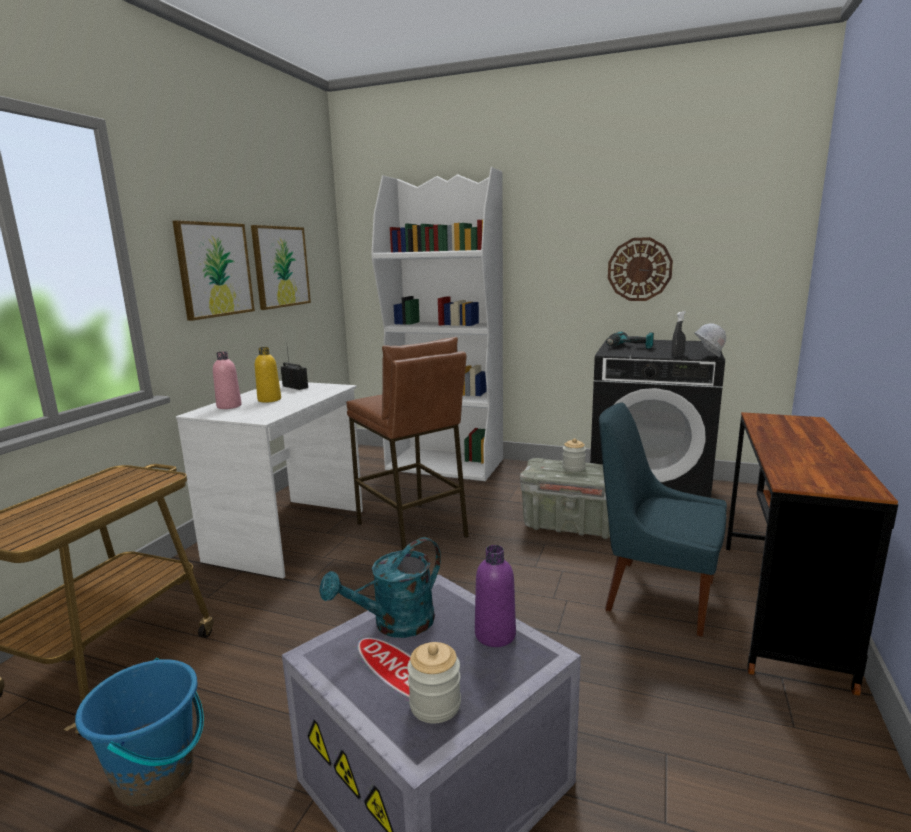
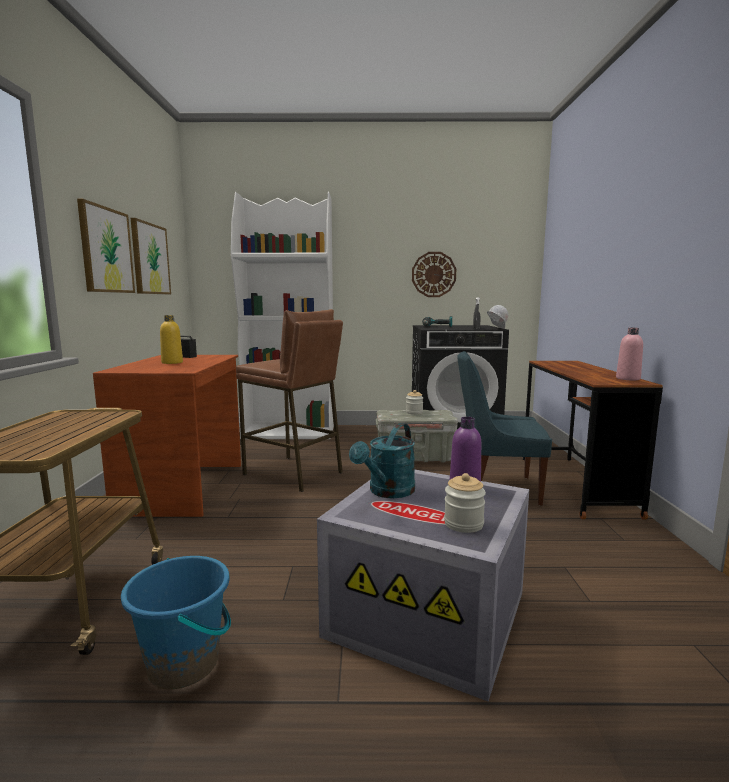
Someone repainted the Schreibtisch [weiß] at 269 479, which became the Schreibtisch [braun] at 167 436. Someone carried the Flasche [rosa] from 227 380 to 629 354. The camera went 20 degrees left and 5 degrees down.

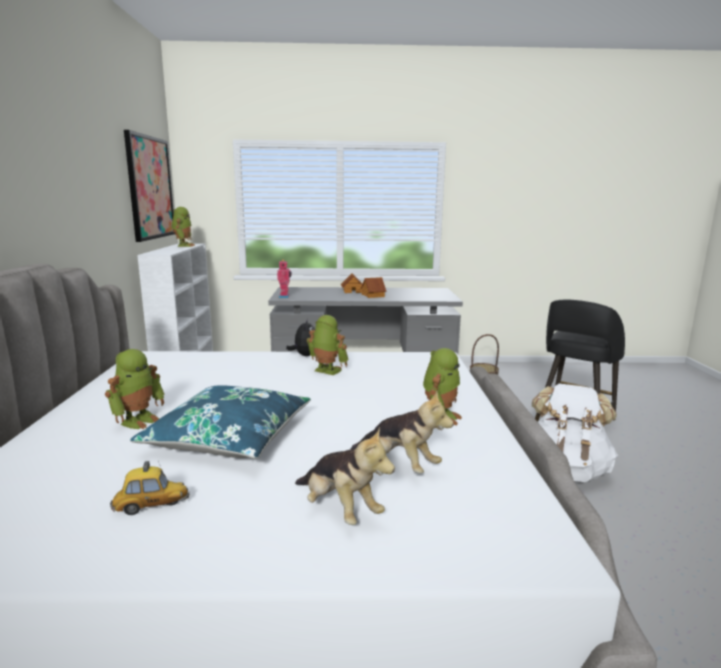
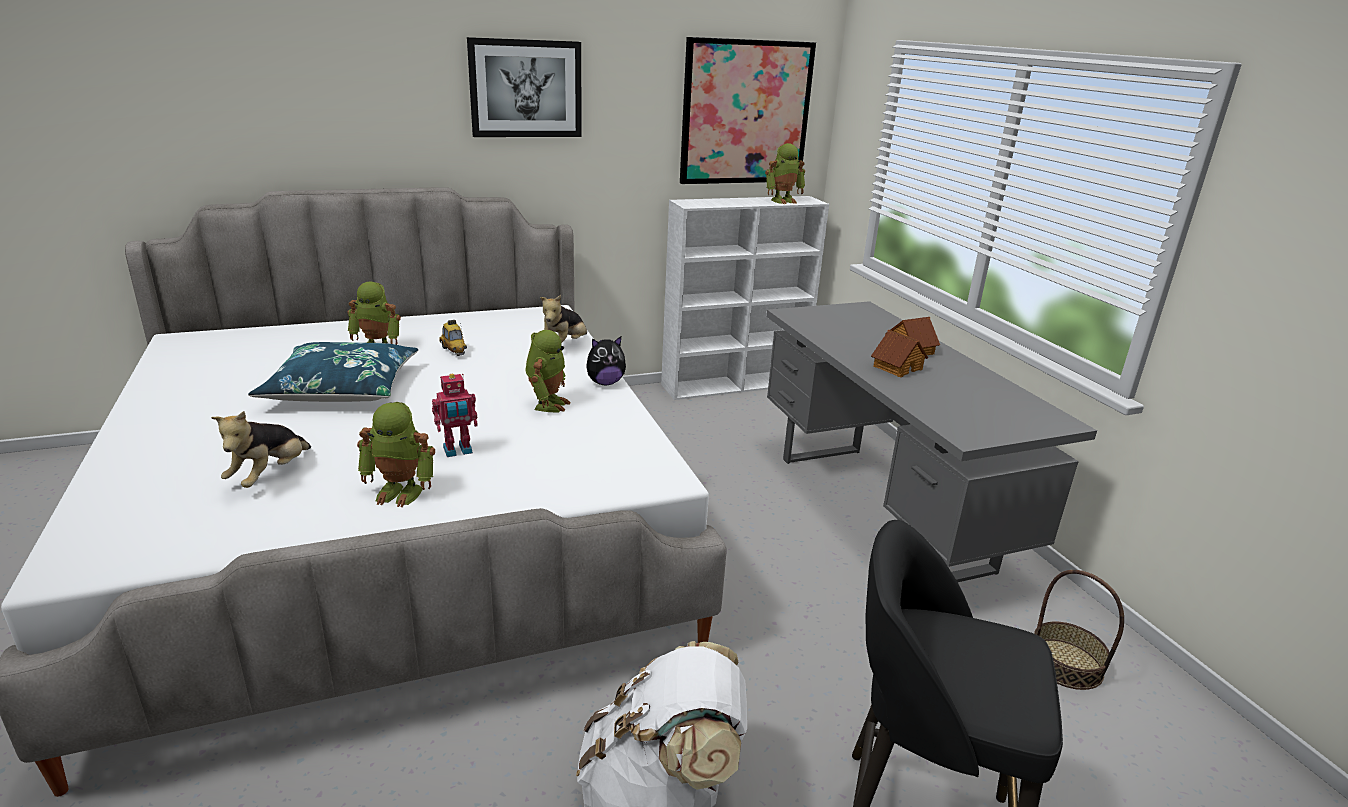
Someone carried the Spielzeugroboter from 284 279 to 455 415. Someone carried the Spielzeugauto from 149 488 to 453 338. Someone put up the Bild at 524 87. Someone carried the Plüschtier from 345 476 to 563 319. The camera went 70 degrees right and 10 degrees up.

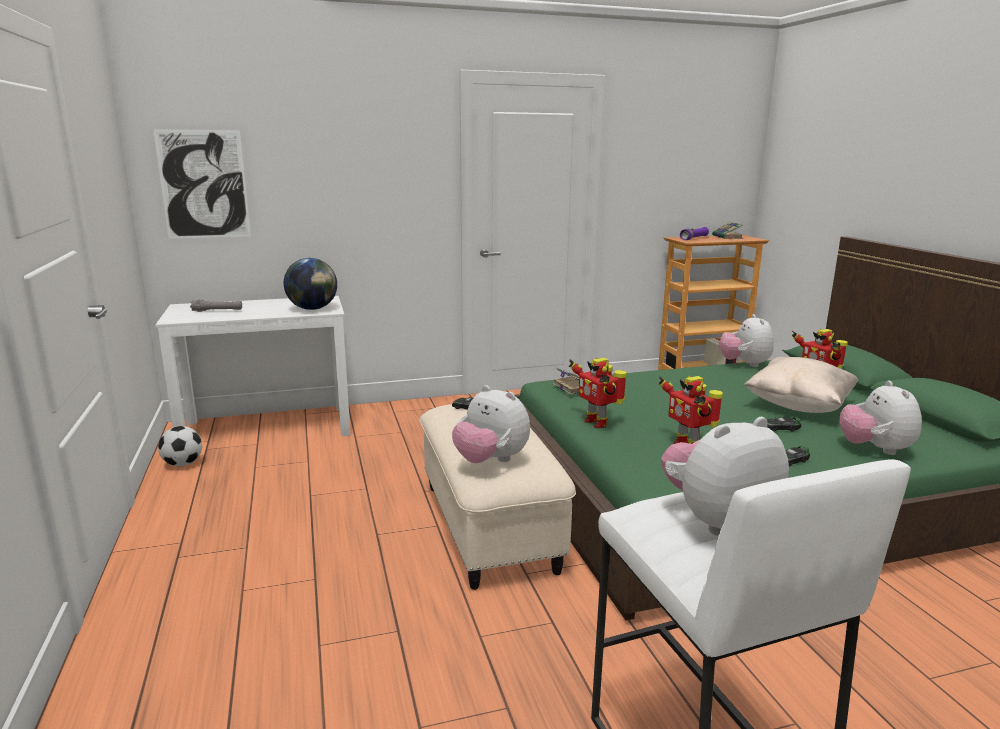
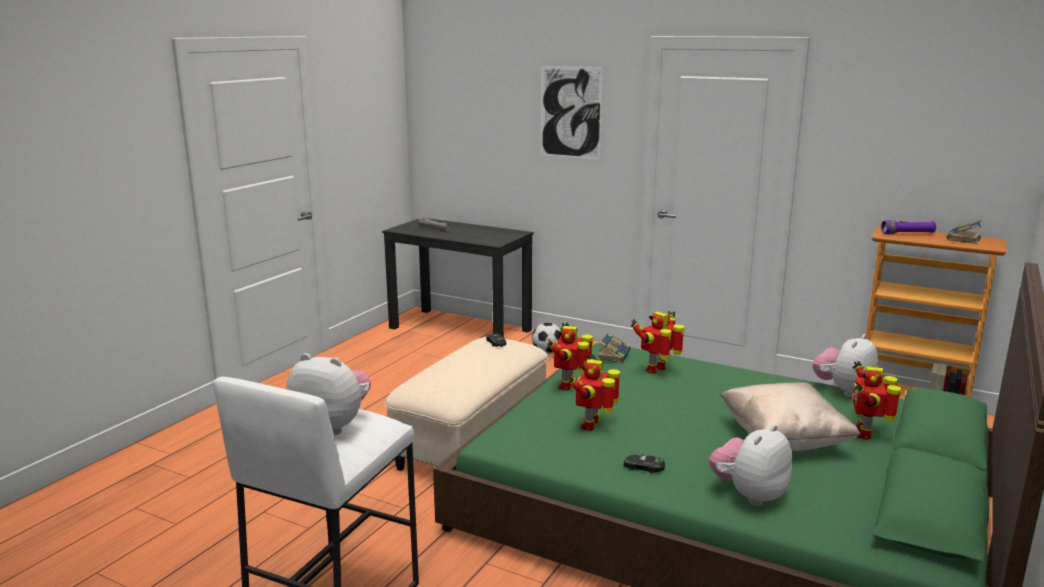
Someone repainted the Schreibtisch [weiß] at 253 366, which became the Schreibtisch [schwarz] at 458 278. Someone carried the Fußball from 180 446 to 546 338. Someone carried the Bild from 202 184 to 572 113. Someone put down the Spielzeugroboter at 657 342. Someone took away the Globus at 310 284. Someone took away the Plüschtier at 491 424. Someone took away the Spielzeugauto at 784 424. The camera went 45 degrees right and 0 degrees up.

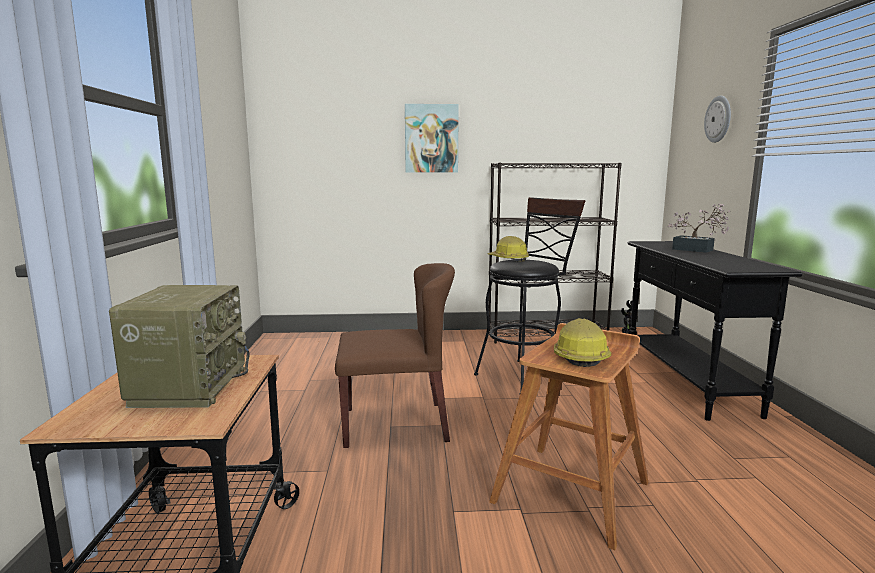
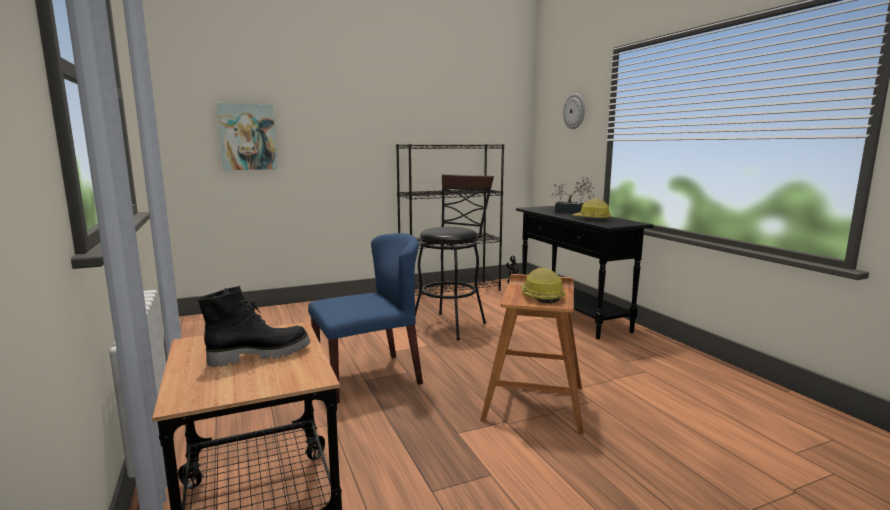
Someone swapped the Radio at 179 346 for the Stiefel [schwarz] at 254 326. Someone carried the Bild from 432 138 to 247 136. Someone repainted the Stuhl [braun] at 395 355, which became the Stuhl [blau] at 365 318. Someone carried the Schutzhelm from 508 249 to 592 210. The camera went 20 degrees left and 0 degrees up.

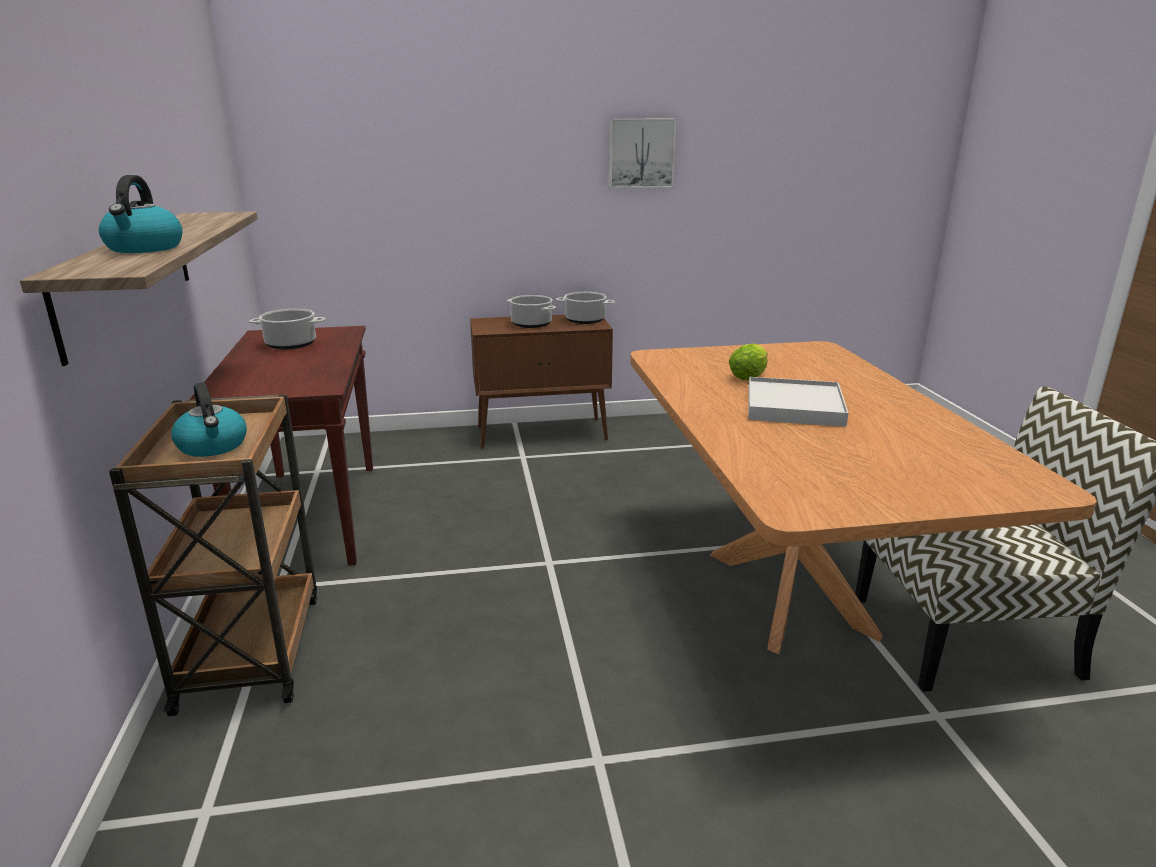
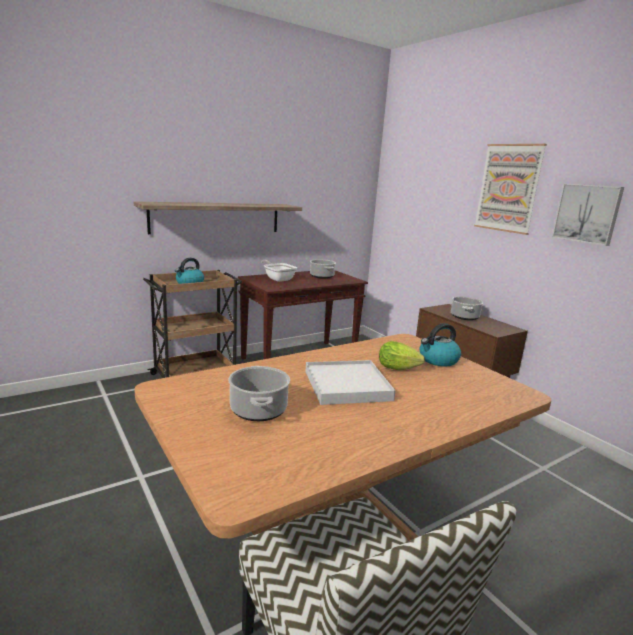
Someone carried the Kochtopf from 585 308 to 259 393. Someone put down the Pfanne at 279 271. Someone carried the Wasserkessel from 141 214 to 440 344. Someone put up the Bild at 510 189. The camera went 65 degrees right and 5 degrees down.

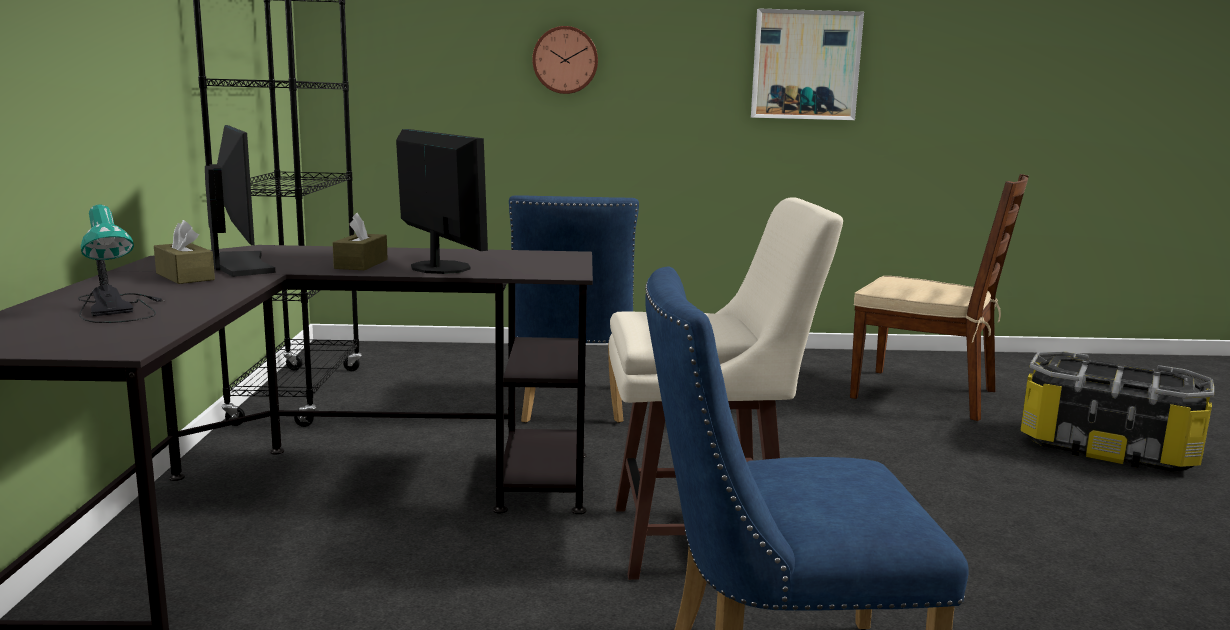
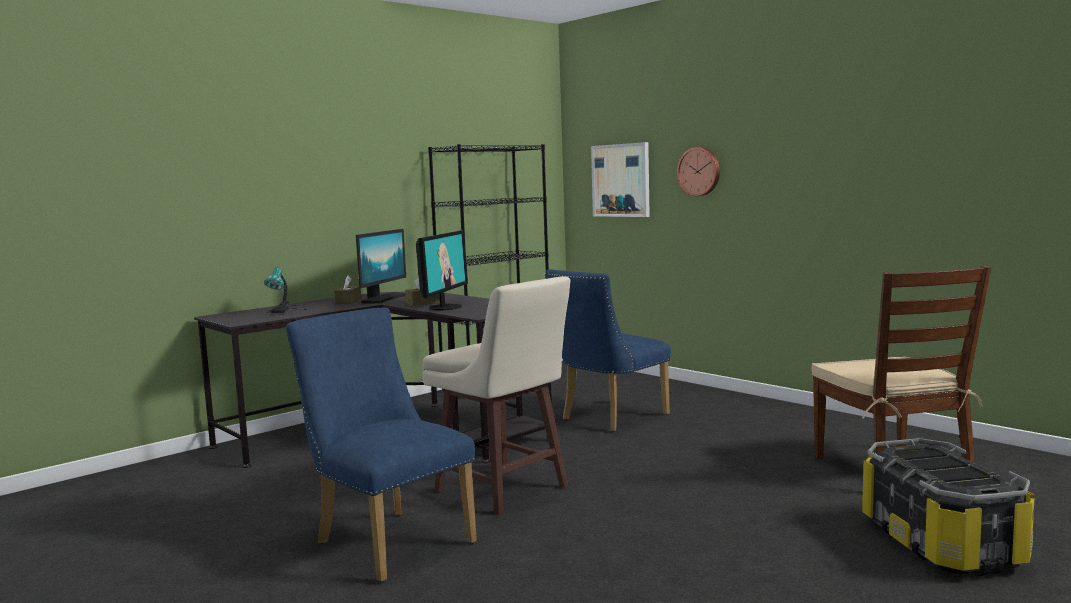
Someone carried the Bild from 807 64 to 620 179. The camera went 50 degrees right and 5 degrees down.

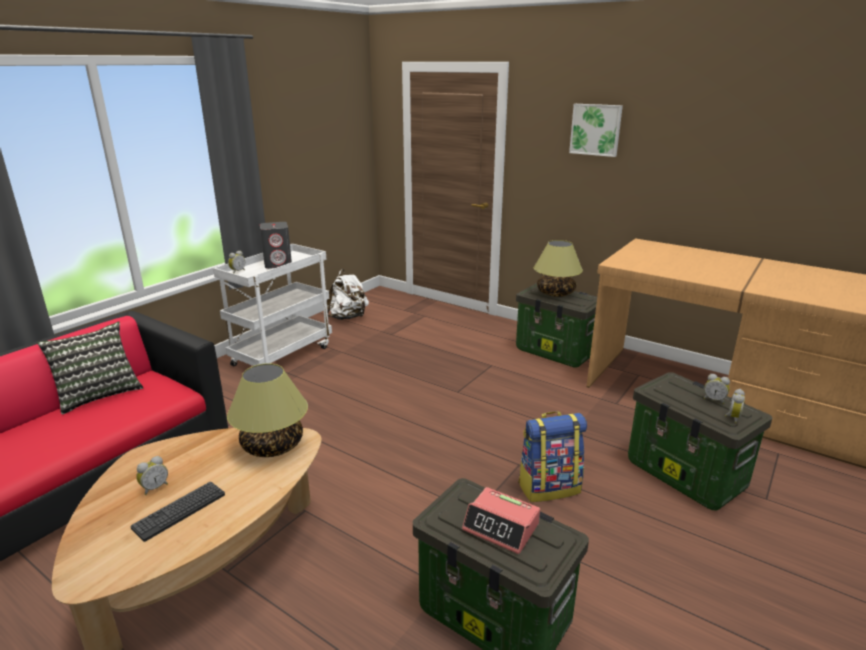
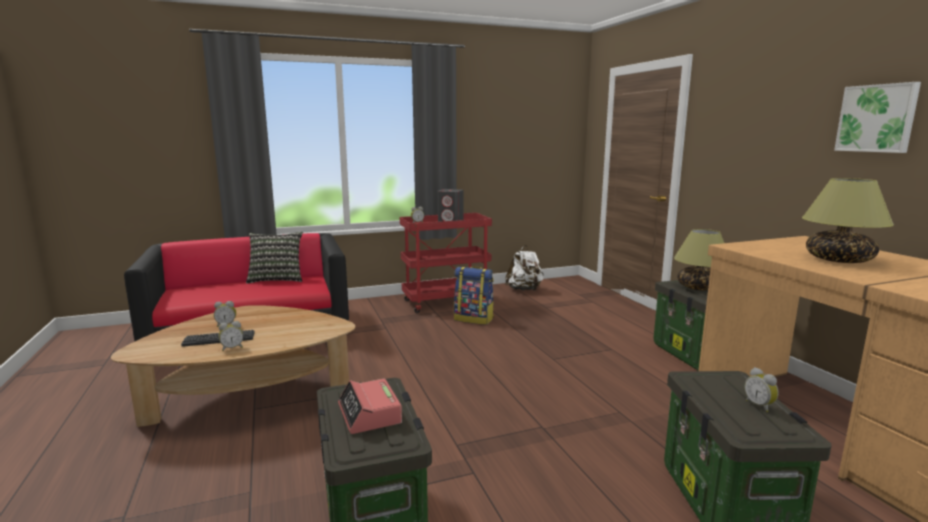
Someone carried the Wecker from 735 406 to 231 336. Someone repainted the Rollwagen [weiß] at 272 305, which became the Rollwagen [rot] at 446 263. Someone carried the Rucksack from 552 456 to 474 295. Someone carried the Tischlampe from 267 410 to 848 220. Someone carried the Bild from 596 130 to 877 117. The camera went 35 degrees right and 10 degrees down.

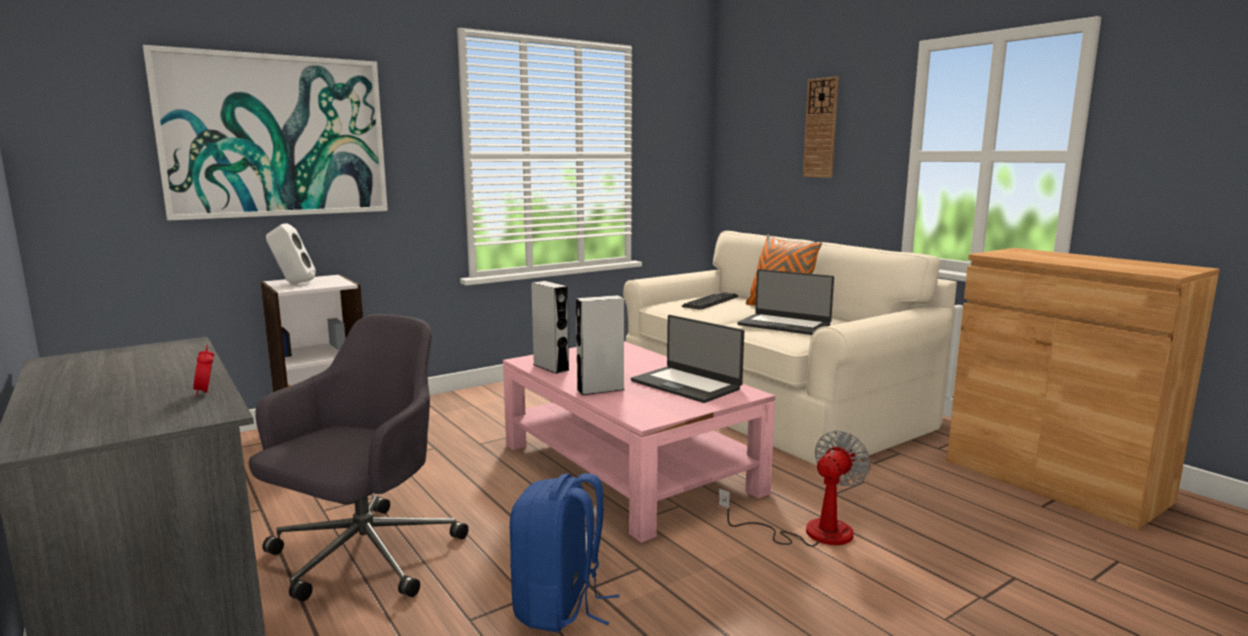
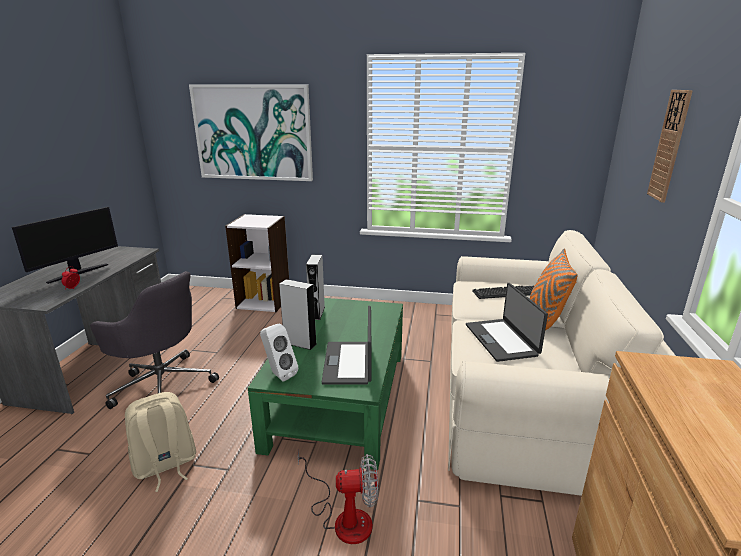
Someone put down the Monitor at 65 245. Someone rotated the Bürostuhl [grau] at 358 457 by 45 degrees clockwise. Someone repainted the Rucksack [blau] at 564 552, which became the Rucksack [beige] at 160 442. Someone repainted the Couchtisch [rosa] at 639 442, which became the Couchtisch [grün] at 325 384. Someone carried the Lautsprecher [weiß] from 291 253 to 279 353. The camera went 45 degrees right and 10 degrees up.

